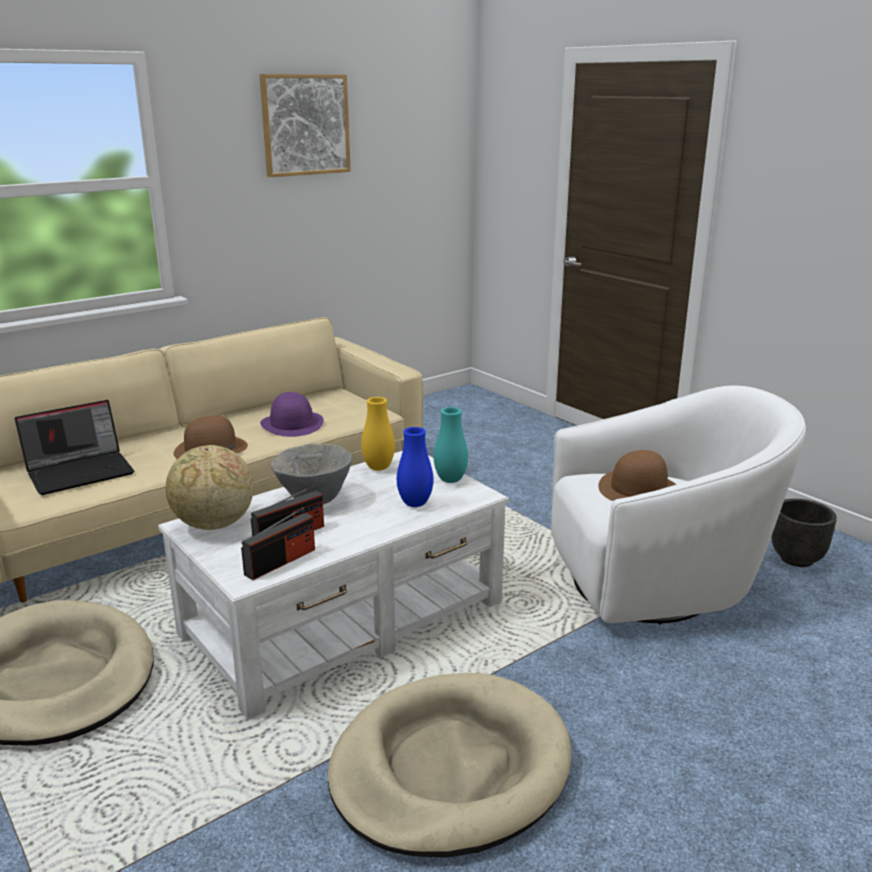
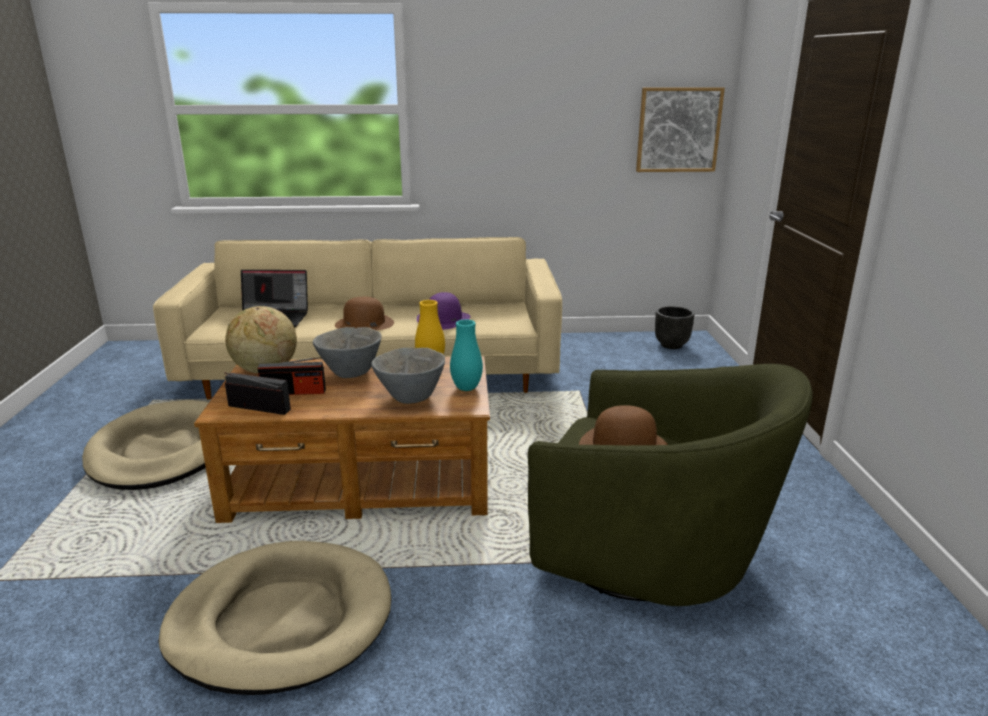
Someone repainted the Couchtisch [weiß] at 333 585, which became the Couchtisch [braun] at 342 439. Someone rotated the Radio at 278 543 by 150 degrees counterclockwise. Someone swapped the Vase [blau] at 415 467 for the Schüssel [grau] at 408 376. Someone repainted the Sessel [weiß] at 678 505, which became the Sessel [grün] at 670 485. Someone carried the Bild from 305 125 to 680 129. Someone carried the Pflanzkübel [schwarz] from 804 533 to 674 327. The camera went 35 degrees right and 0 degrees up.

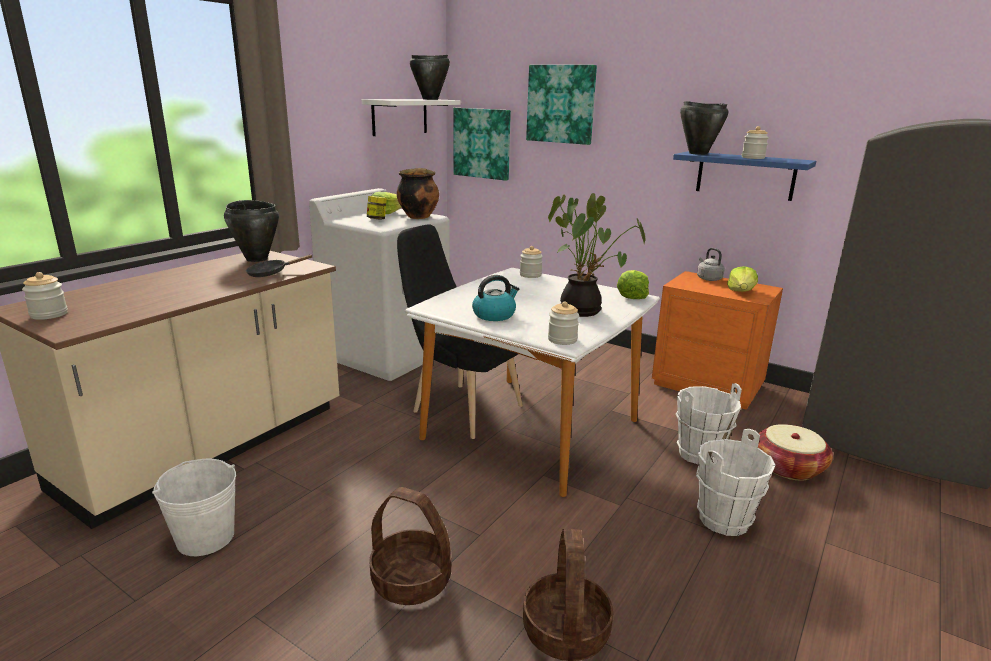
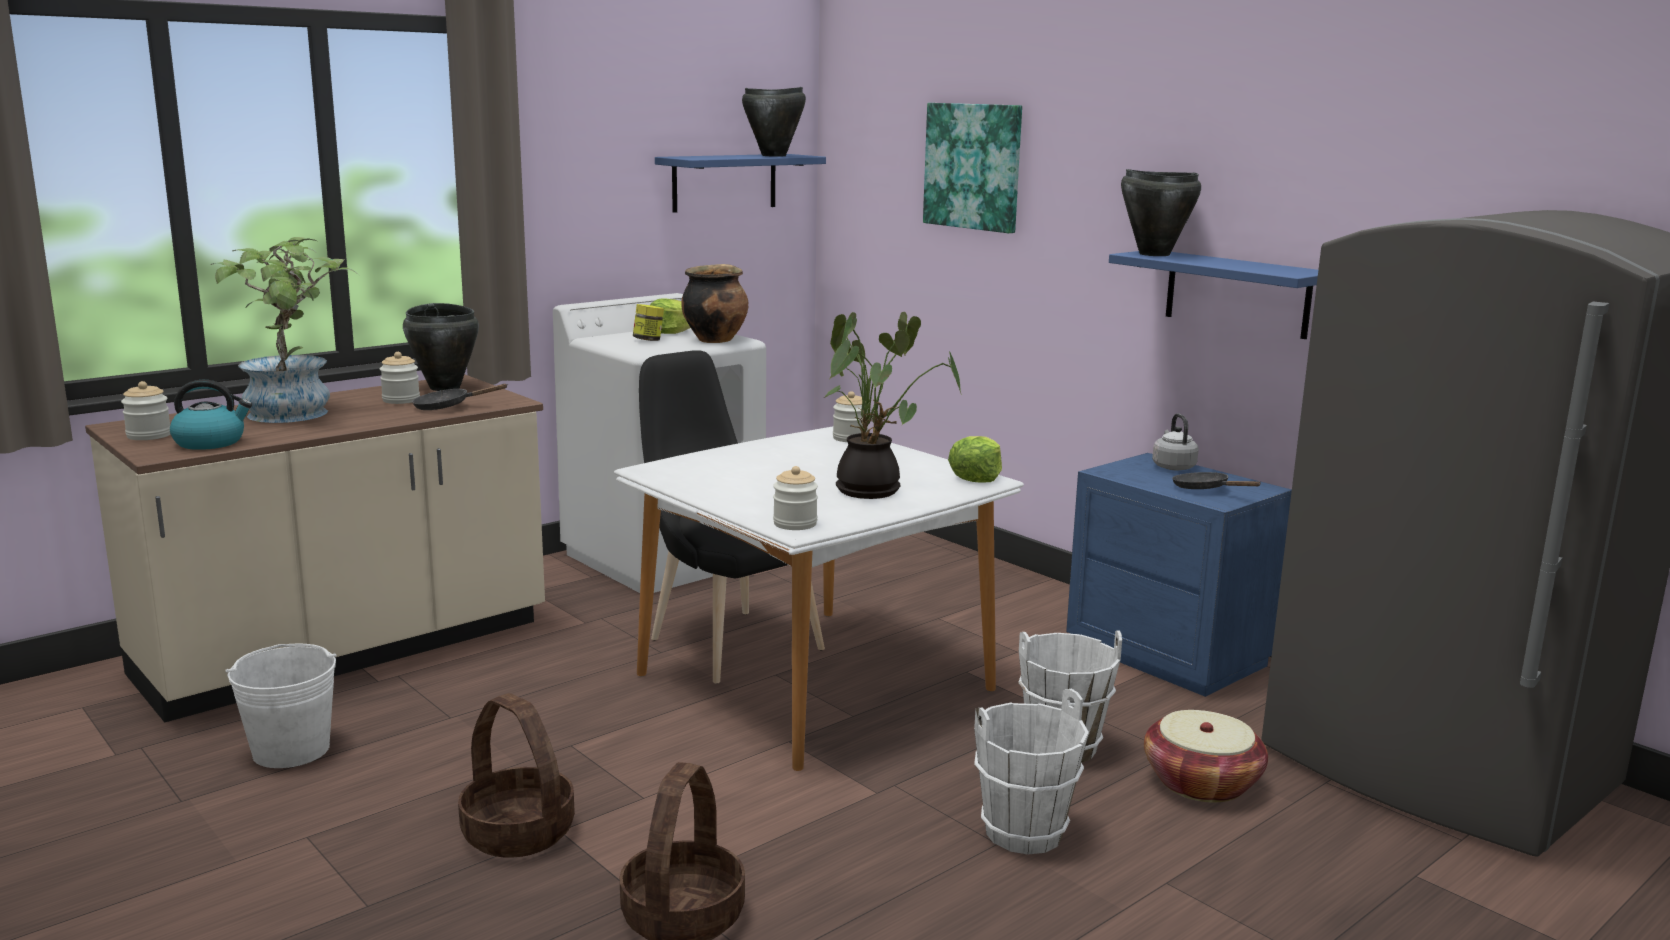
Someone carried the Wasserkessel from 495 298 to 211 415. Someone put down the Topfpflanze at 283 330. Someone carried the Vorratsglas from 755 142 to 400 378. Someone repainted the Wandregal [weiß] at 411 117, which became the Wandregal [blau] at 740 183. Someone repainted the Nachttisch [orange] at 717 340, which became the Nachttisch [blau] at 1179 575. Someone swapped the Salatkopf at 742 279 for the Pfanne [schwarz] at 1216 480. Someone took away the Bild at 482 144. The camera went 15 degrees right and 5 degrees down.

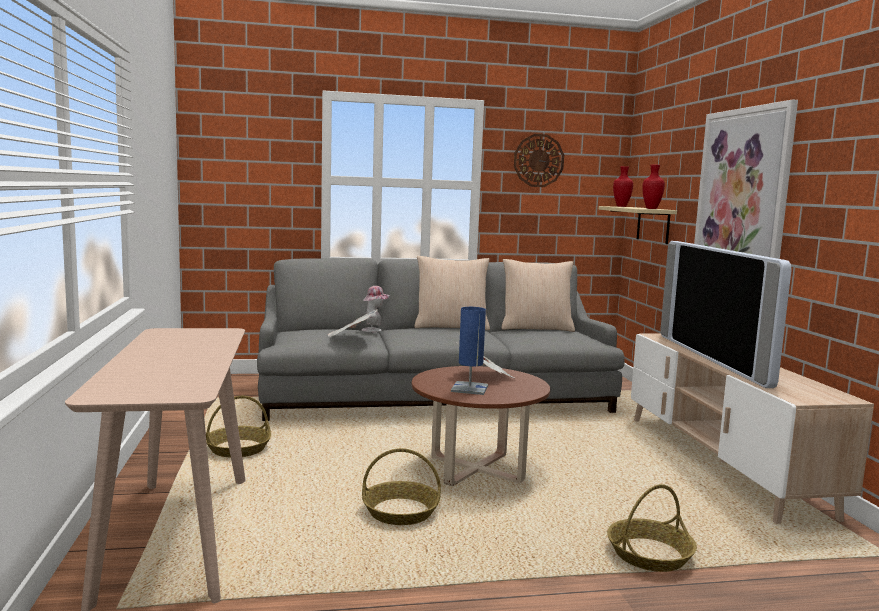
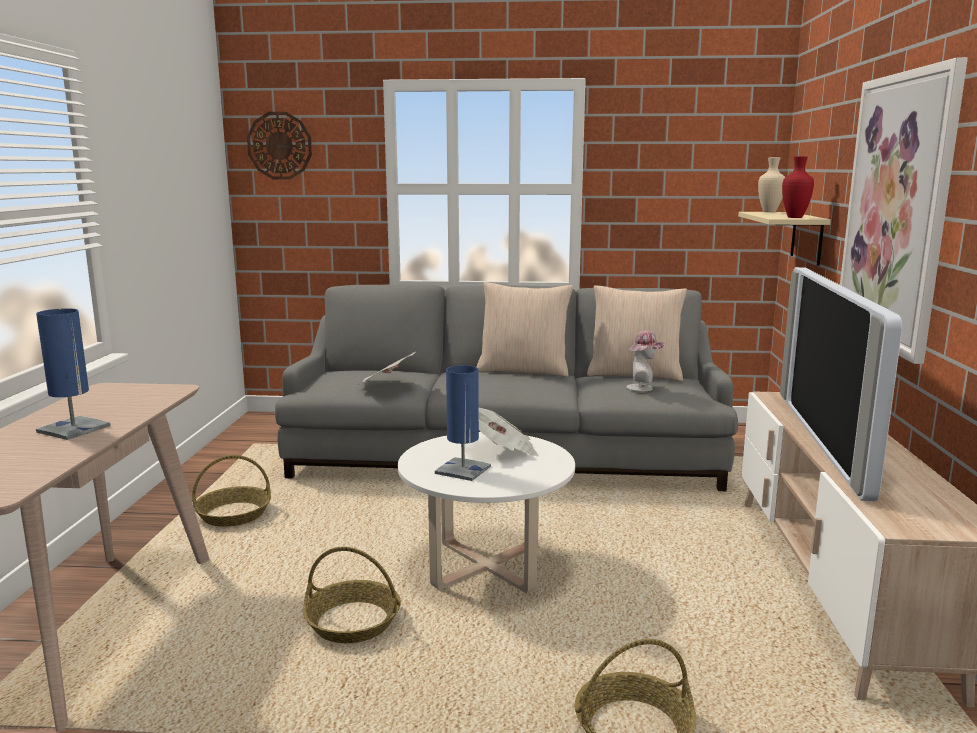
Someone put down the Tischlampe [blau] at 73 374. Someone carried the Wanduhr from 539 160 to 279 146. Someone repainted the Couchtisch [braun] at 481 426, which became the Couchtisch [weiß] at 486 512. Someone carried the Hut from 376 309 to 646 361. Someone repainted the Vase [rot] at 623 186, which became the Vase [beige] at 771 184. The camera went 15 degrees right and 5 degrees up.

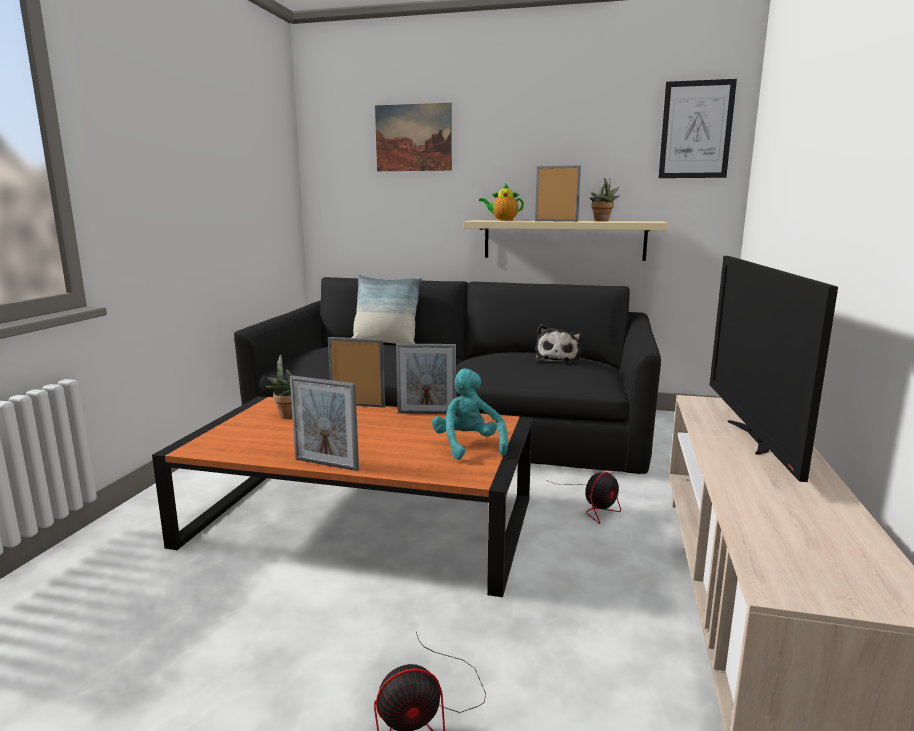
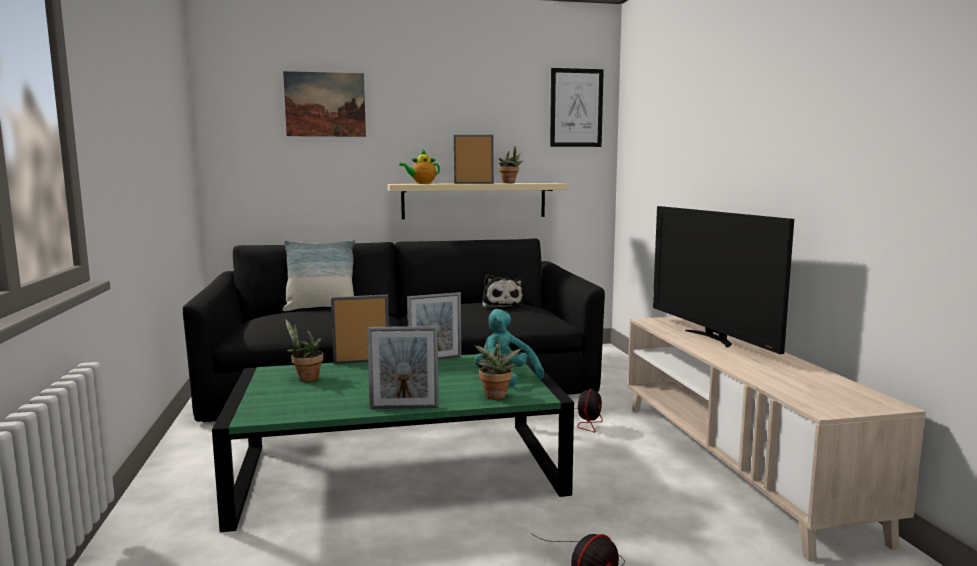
Someone repainted the Couchtisch [orange] at 342 497, which became the Couchtisch [grün] at 393 442. Someone put down the Topfpflanze at 498 369. The camera went 25 degrees left and 5 degrees down.

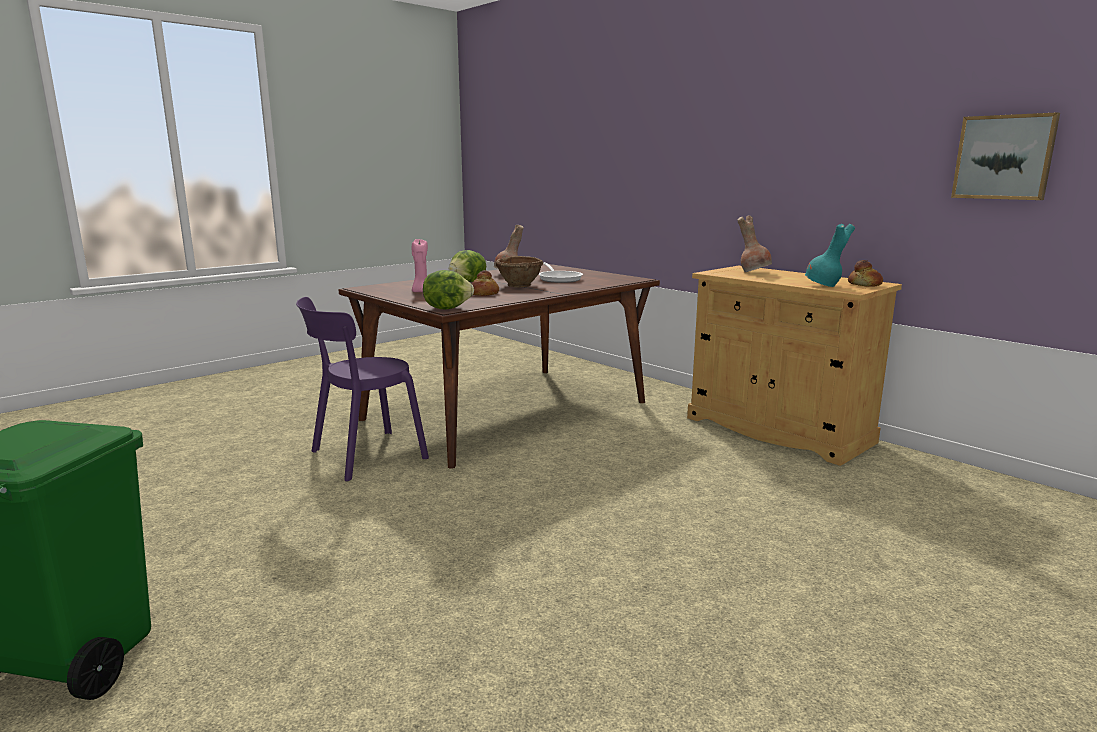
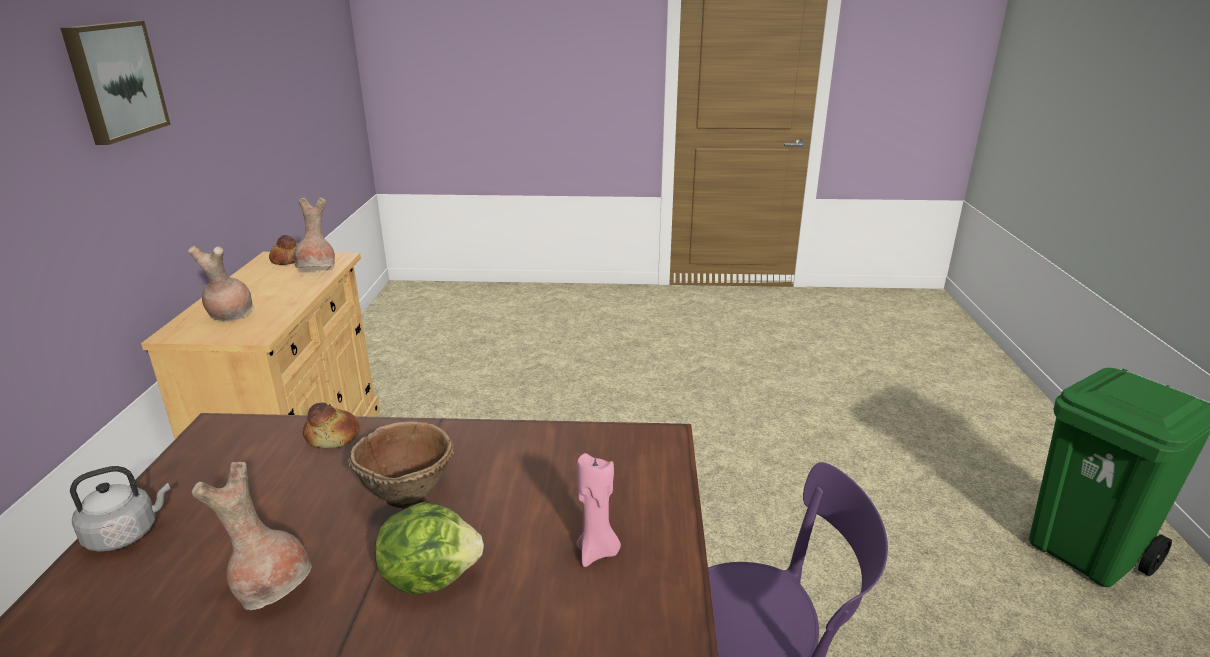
Someone carried the Bild from 1005 156 to 115 83. Someone put down the Wasserkessel [grau] at 120 509. Someone repainted the Vase [türkis] at 830 255, which became the Vase [braun] at 314 232. Someone carried the Brot from 485 283 to 331 425. Someone took away the Salatkopf at 448 289. Someone took away the Pfanne at 560 272. The camera went 135 degrees left and 10 degrees up.

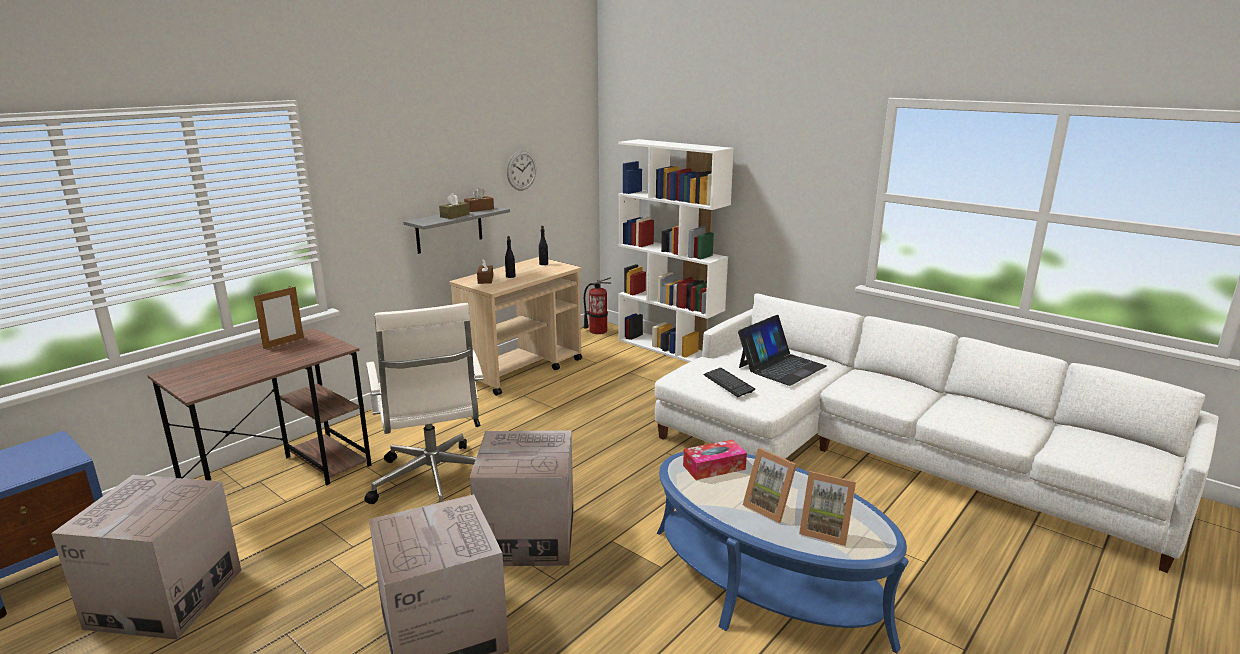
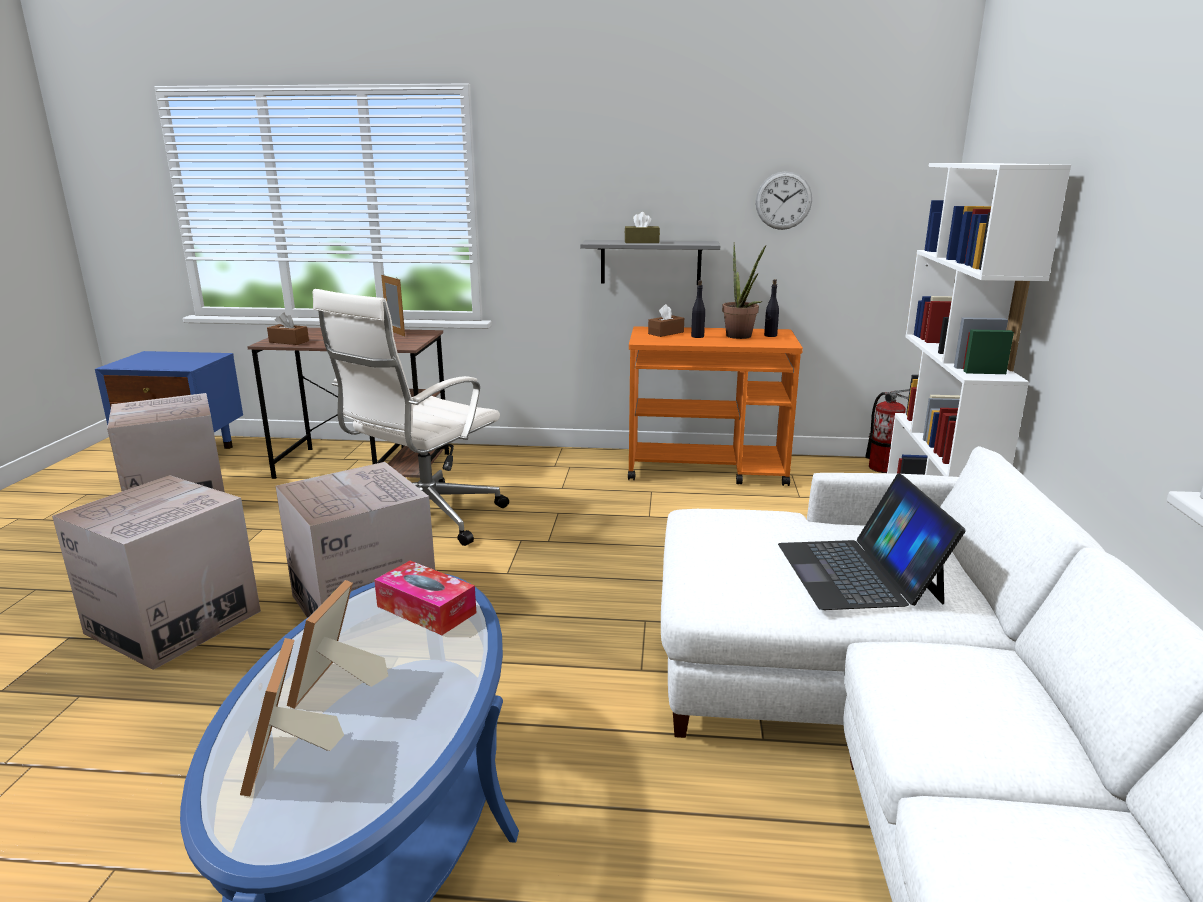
Someone carried the Taschentuchbox [braun] from 479 200 to 288 329. Someone rotated the Bilderrahmen at 279 318 by 135 degrees counterclockwise. Someone repainted the Rollwagen [beige] at 515 326, which became the Rollwagen [orange] at 715 406. Someone put down the Topfpflanze at 744 290. Someone rotated the Laptop at 782 350 by 75 degrees clockwise. Someone took away the Tastatur at 729 382. The camera went 55 degrees right and 0 degrees up.

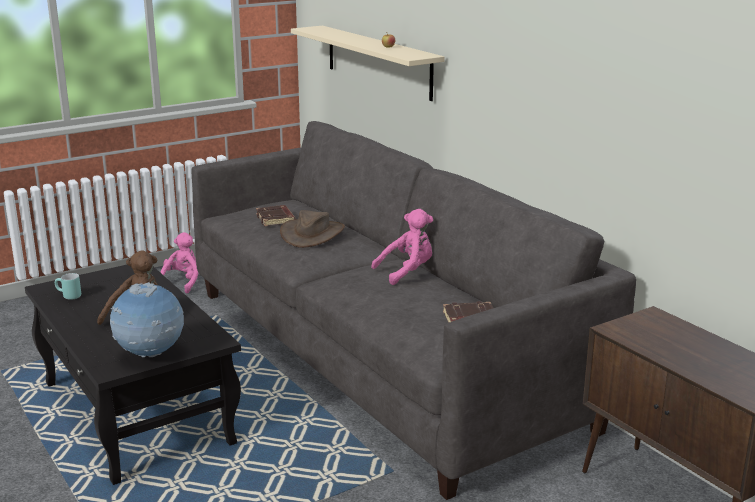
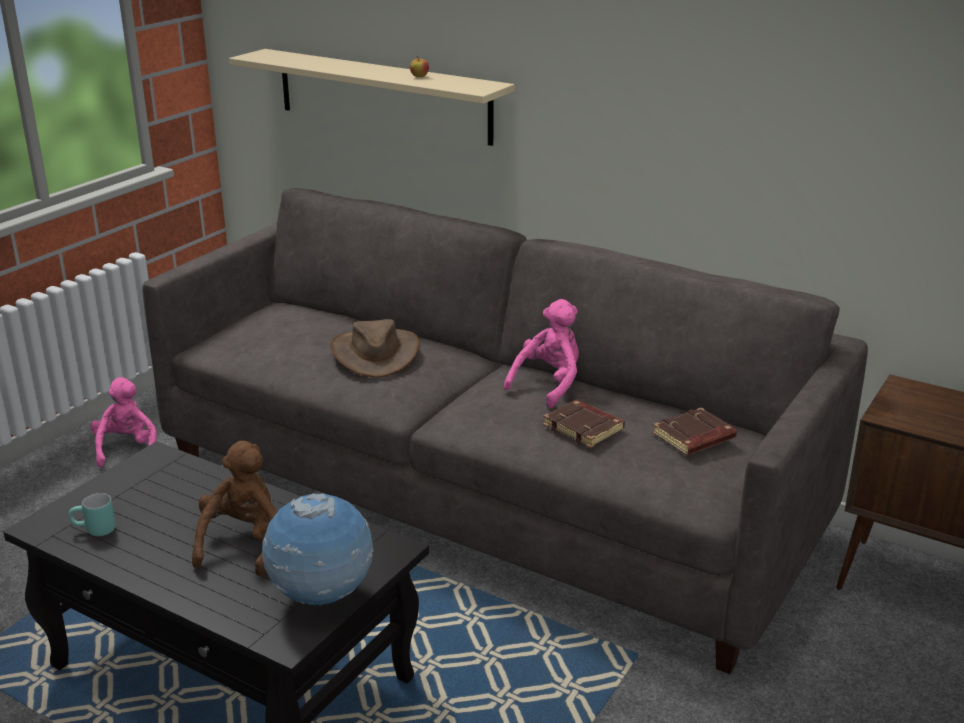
Someone carried the Buch [braun] from 276 215 to 584 423. The camera went 25 degrees left and 5 degrees up.

